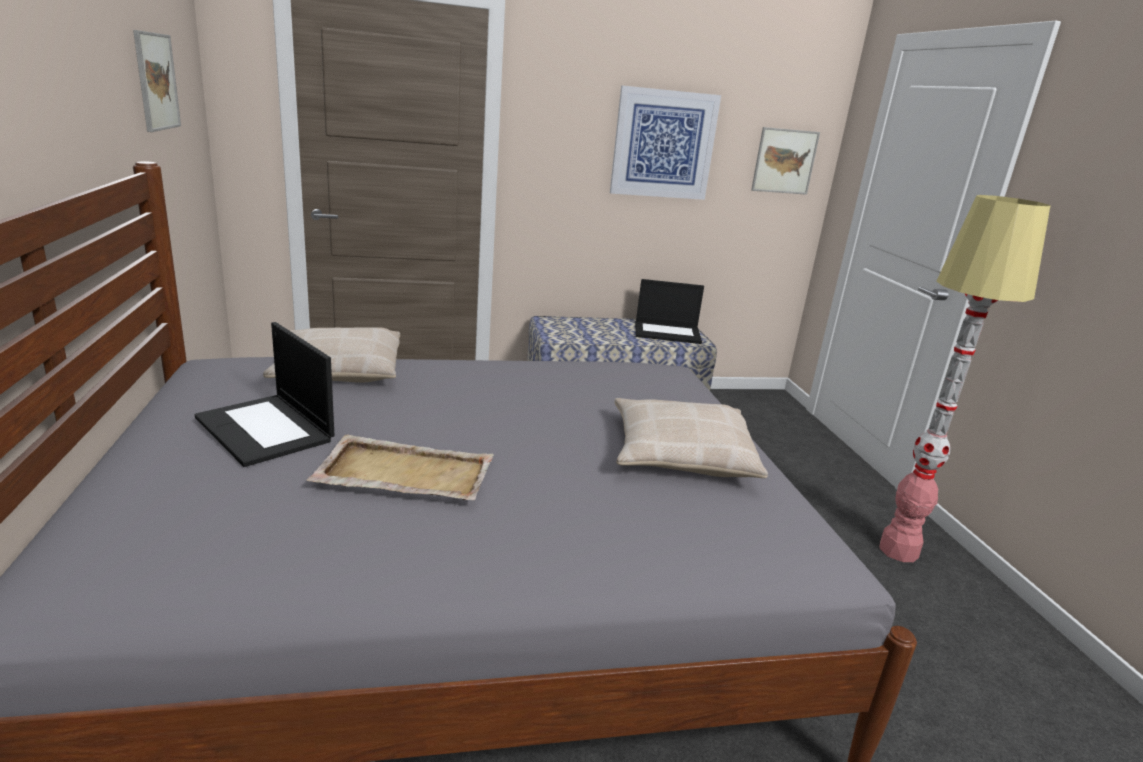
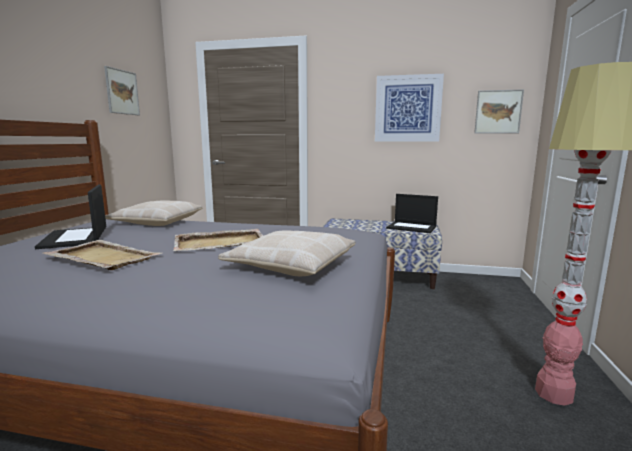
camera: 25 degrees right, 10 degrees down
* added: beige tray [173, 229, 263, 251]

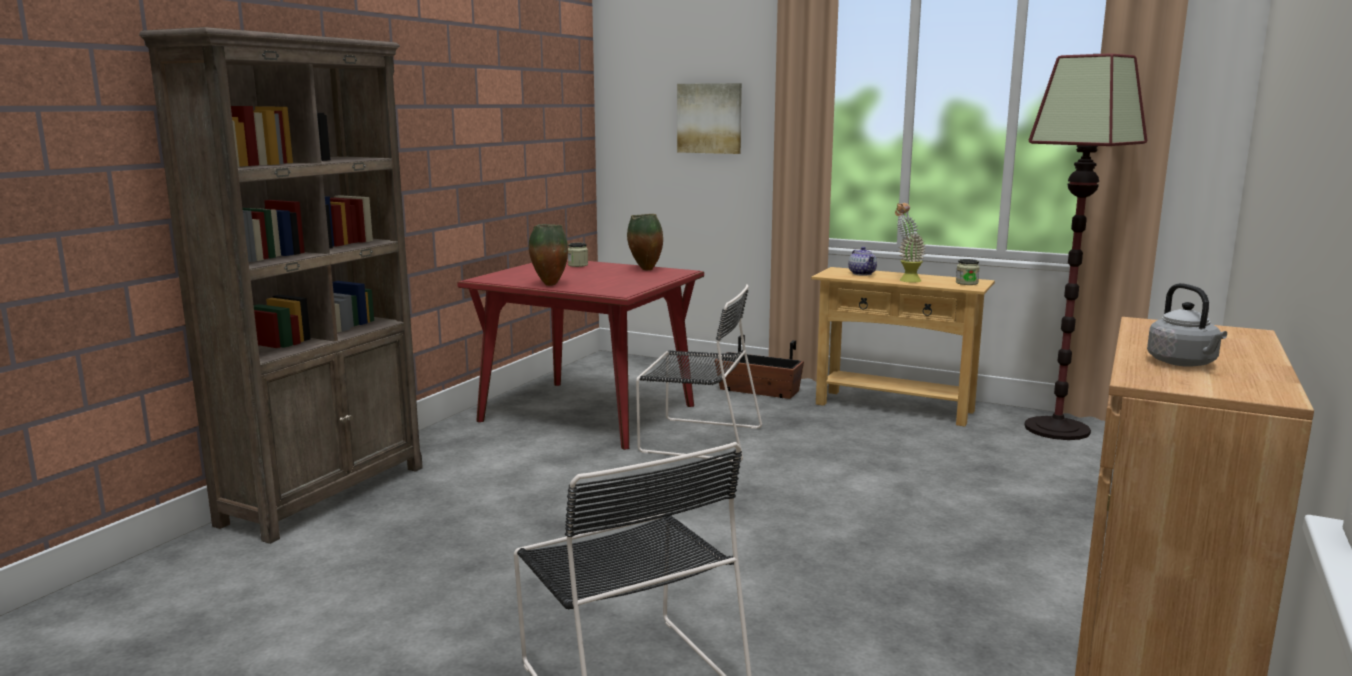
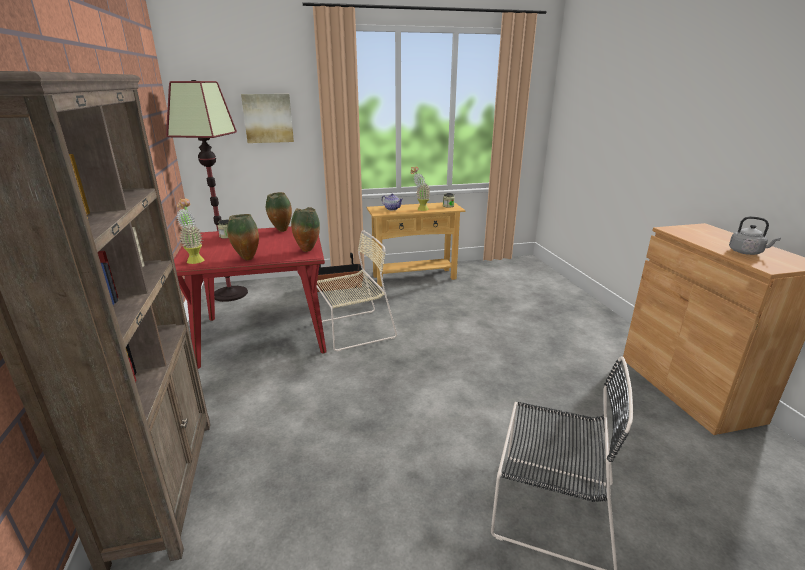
camera: 40 degrees left, 10 degrees up
* moved: floor lamp [1024, 53, 1147, 440] to [166, 80, 248, 302]
* added: potted plant [177, 198, 205, 264]
* added: vase [291, 207, 320, 252]
* recoloured: black chair [636, 284, 762, 462] to beige chair [316, 230, 397, 352]

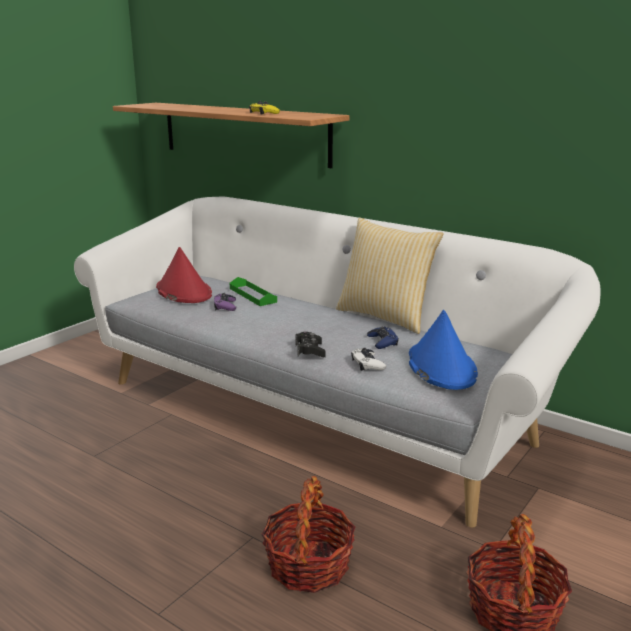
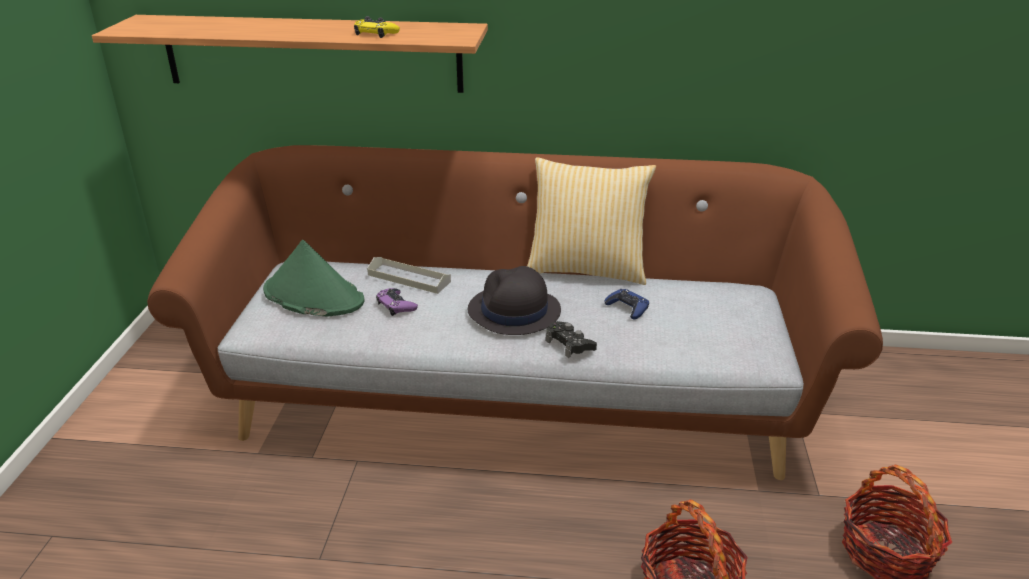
camera: 30 degrees left, 10 degrees up
* recoloured: white sofa [74, 197, 600, 528] to brown sofa [147, 145, 883, 480]
* recoloured: red hat [156, 247, 212, 303] to green hat [263, 240, 365, 316]
* recoloured: green tray [230, 277, 277, 306] to grey tray [367, 257, 451, 294]
* added: black hat [468, 266, 561, 335]
* removed: white game controller [351, 348, 386, 371]
* removed: blue hat [409, 310, 478, 390]

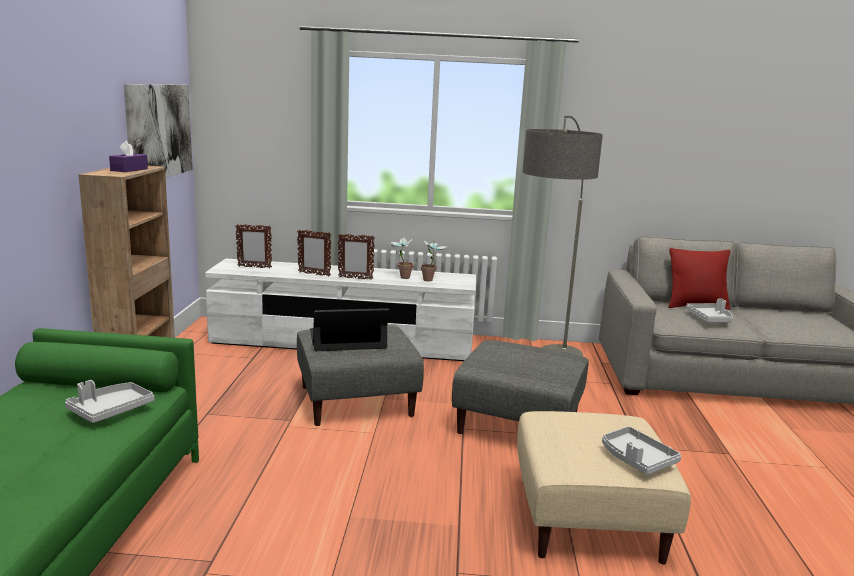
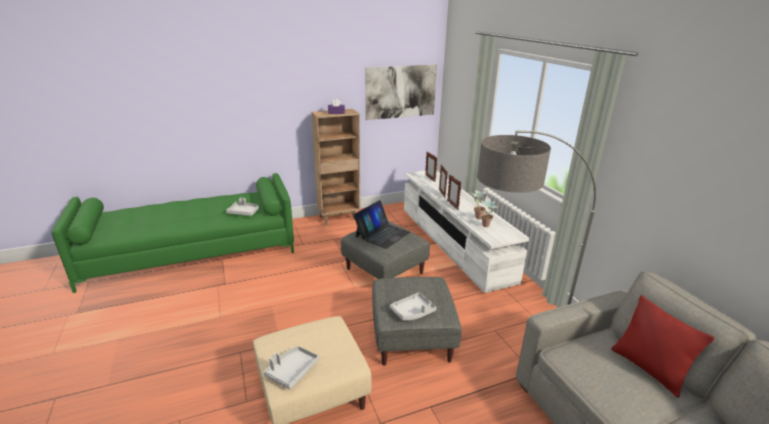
camera: 65 degrees right, 10 degrees up
* turned: laptop [310, 308, 389, 351] = [353, 200, 410, 249] 75 degrees clockwise
* moved: grey tray [686, 298, 733, 323] to [390, 292, 436, 321]

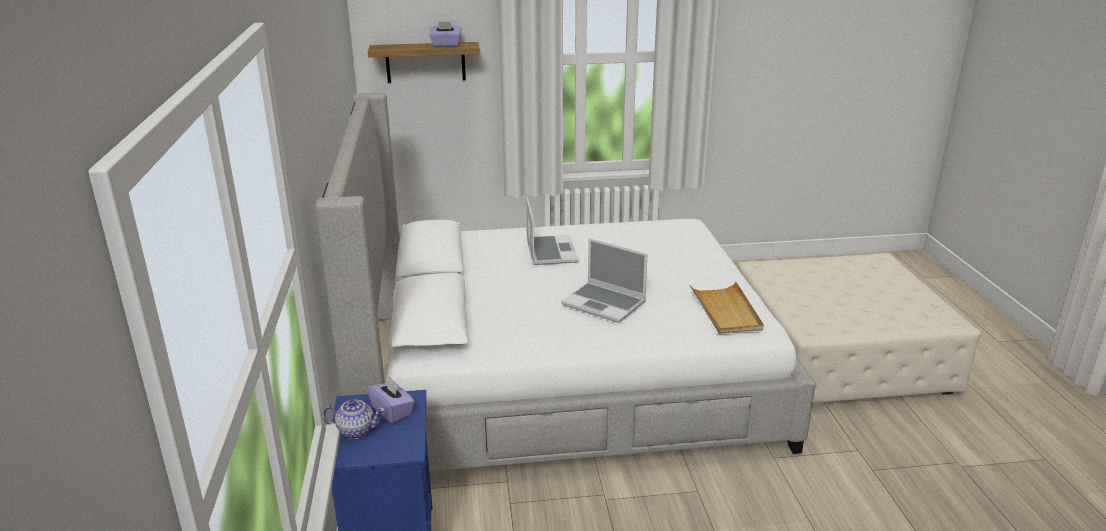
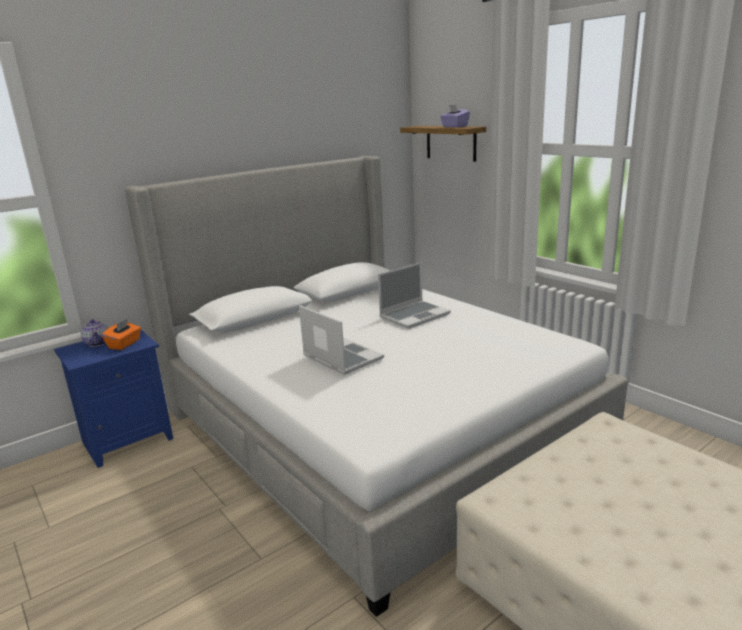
camera: 60 degrees right, 5 degrees down
* recoloured: purple tissue box [367, 376, 415, 424] to orange tissue box [102, 319, 141, 350]
* turned: laptop [561, 238, 648, 323] = [299, 305, 384, 375] 135 degrees clockwise
* removed: beige tray [690, 282, 764, 334]

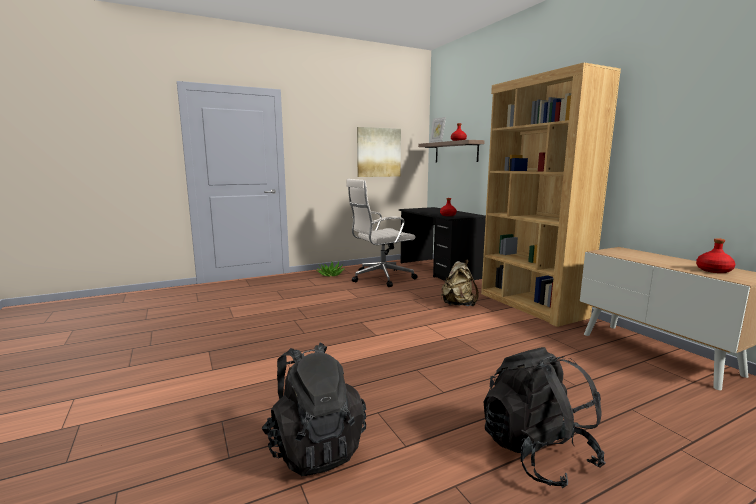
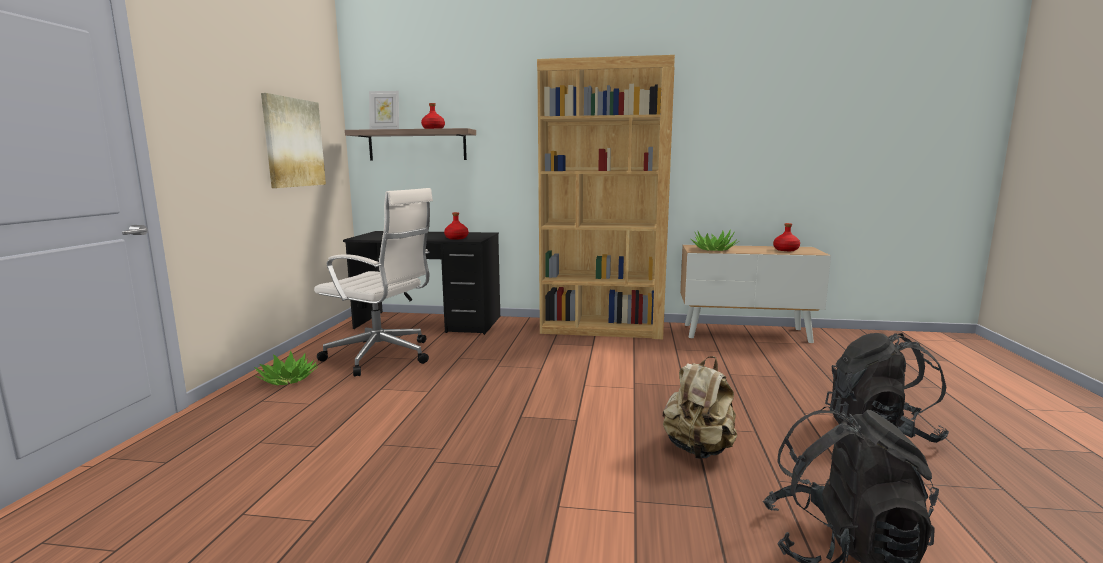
camera: 55 degrees left, 0 degrees up
* turned: white office chair [346, 179, 418, 287] = [314, 188, 433, 377] 75 degrees counterclockwise
* moved: beige backpack [441, 260, 479, 306] to [663, 356, 737, 459]
* added: potted plant [690, 229, 739, 251]

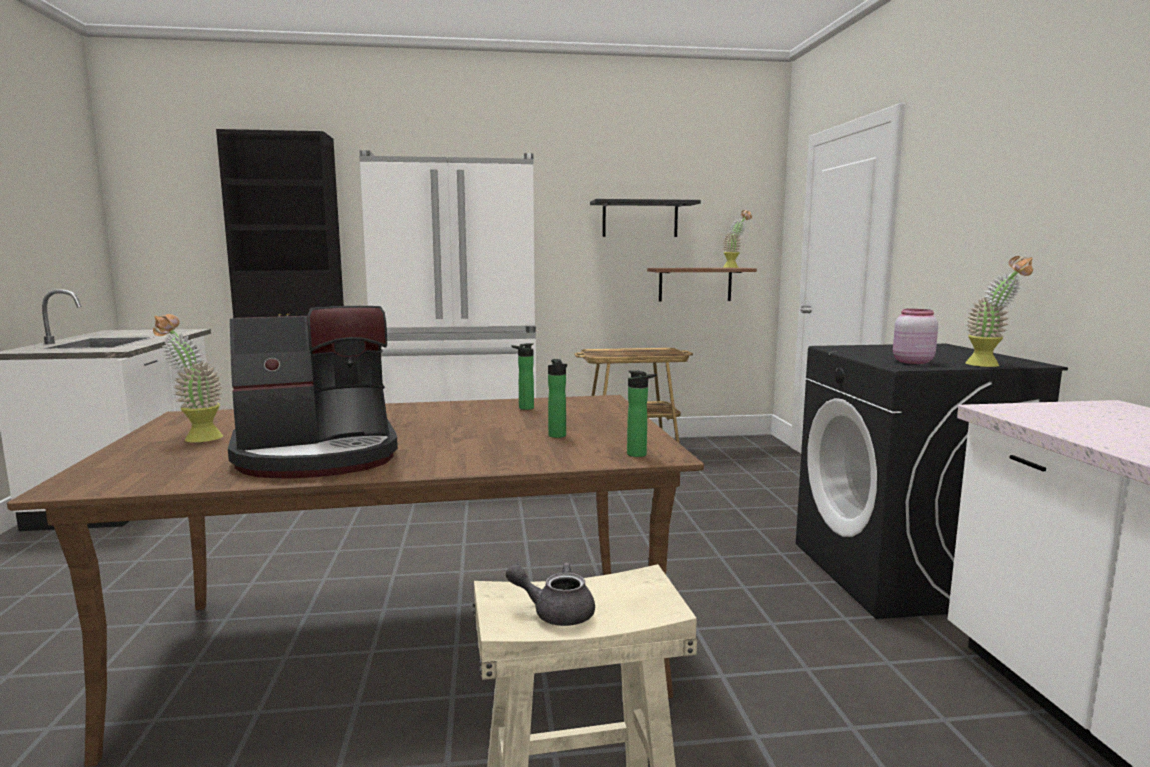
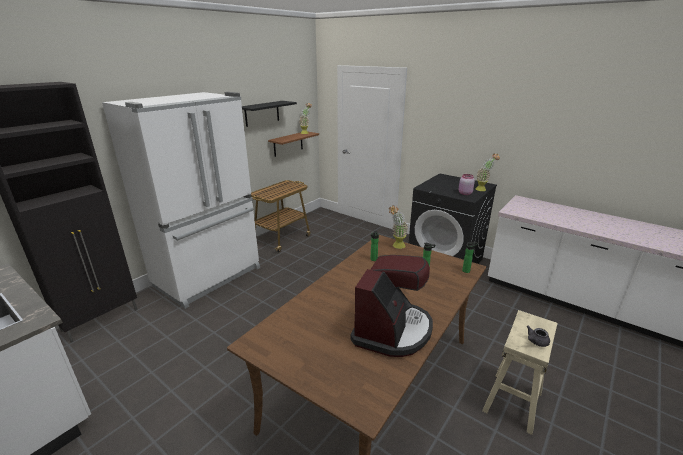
camera: 45 degrees left, 15 degrees up
* moved: potted plant [153, 314, 223, 443] to [389, 205, 408, 249]

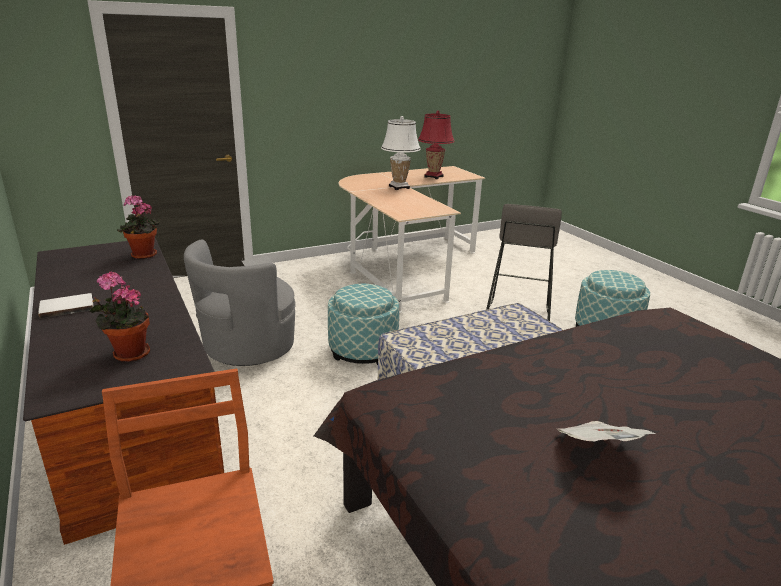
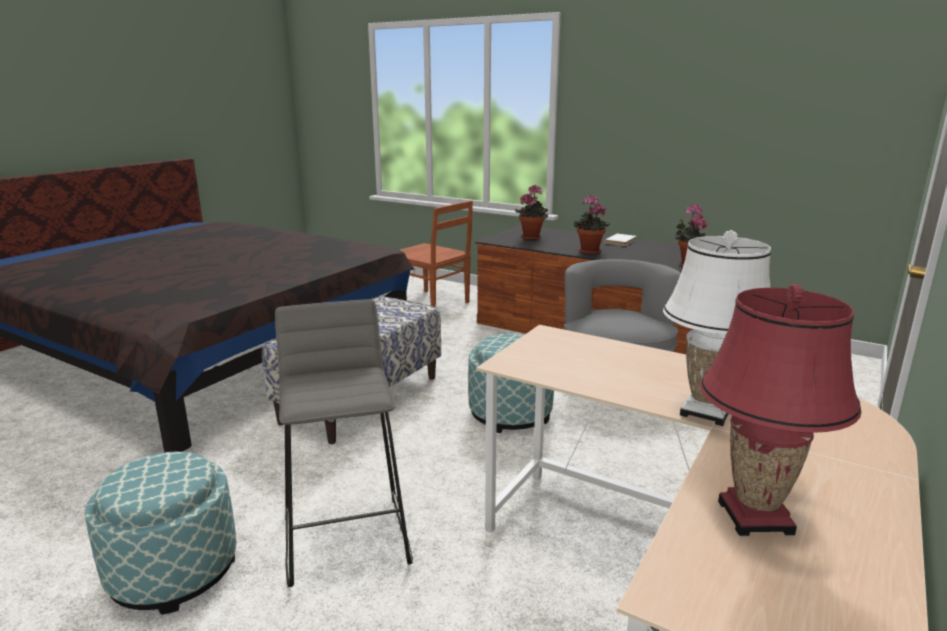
camera: 150 degrees right, 5 degrees down
* added: potted plant [574, 195, 611, 255]
* removed: newspaper [559, 421, 656, 441]

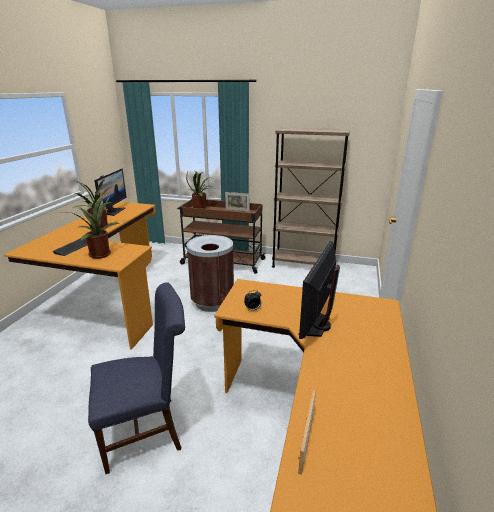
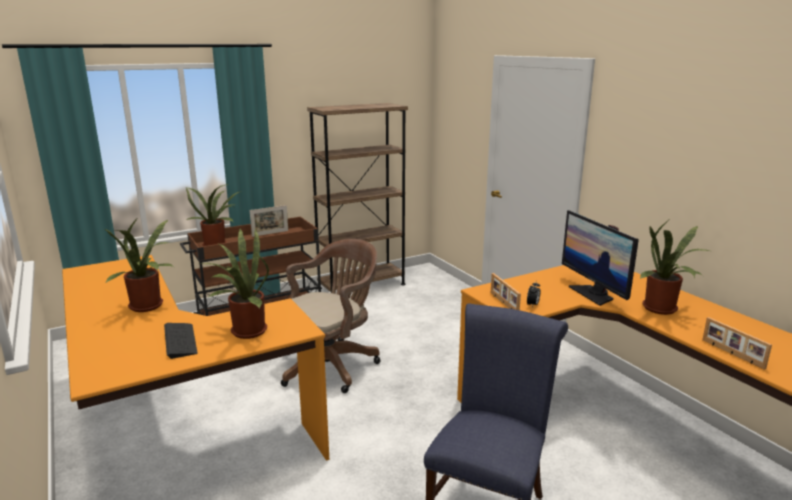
camera: 45 degrees left, 5 degrees down
* replaced: brown trash can [187, 235, 234, 312] to brown office chair [281, 239, 381, 393]
* added: picture frame [491, 273, 521, 310]
* added: potted plant [639, 220, 710, 315]
* removed: monitor [94, 169, 127, 216]

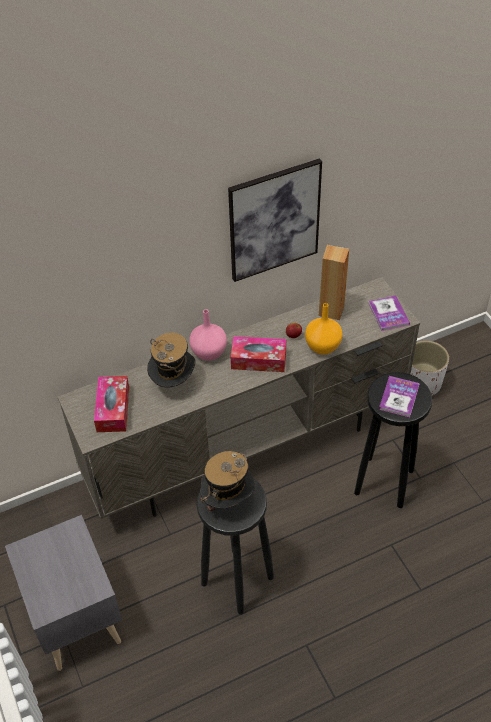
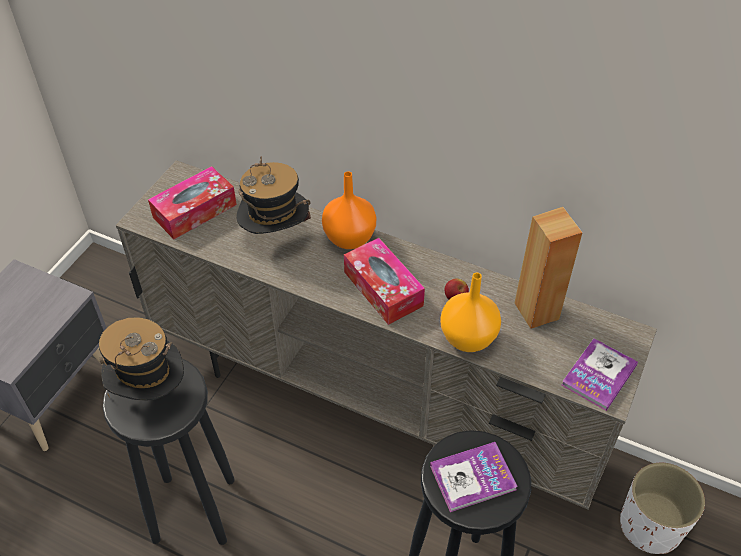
camera: 50 degrees right, 0 degrees up
* recoloured: pink vase [189, 309, 227, 361] to orange vase [322, 171, 376, 249]
* removed: picture [228, 158, 322, 282]

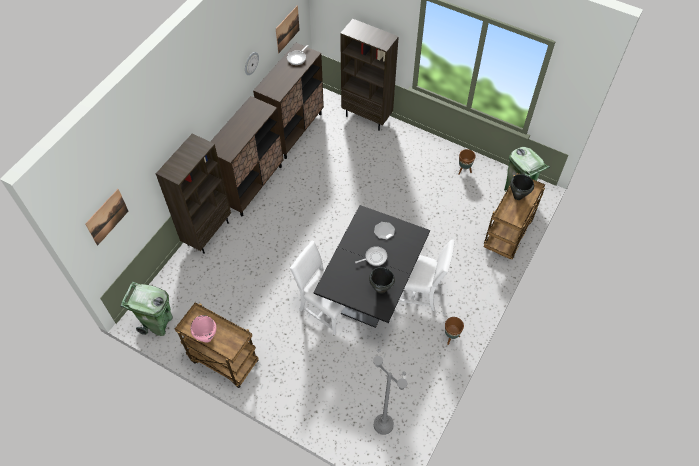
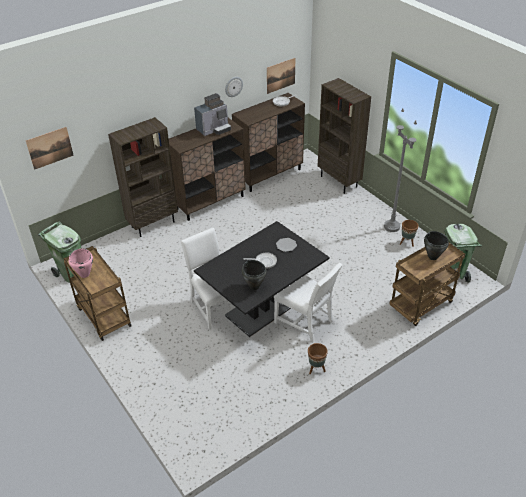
camera: 25 degrees right, 15 degrees down
* added: coffee machine [194, 93, 231, 136]
* moved: grey floor lamp [373, 348, 407, 435] to [384, 108, 417, 232]

